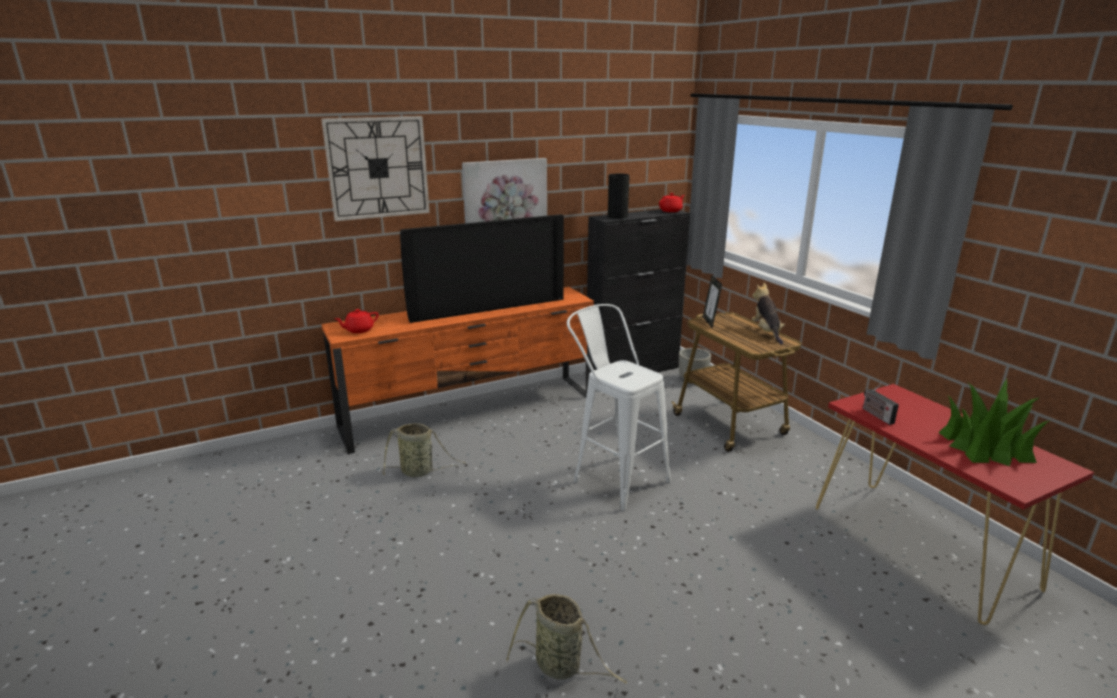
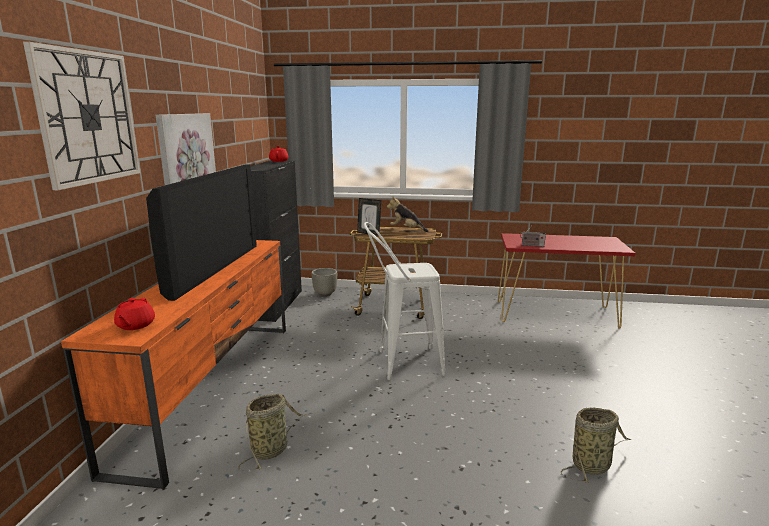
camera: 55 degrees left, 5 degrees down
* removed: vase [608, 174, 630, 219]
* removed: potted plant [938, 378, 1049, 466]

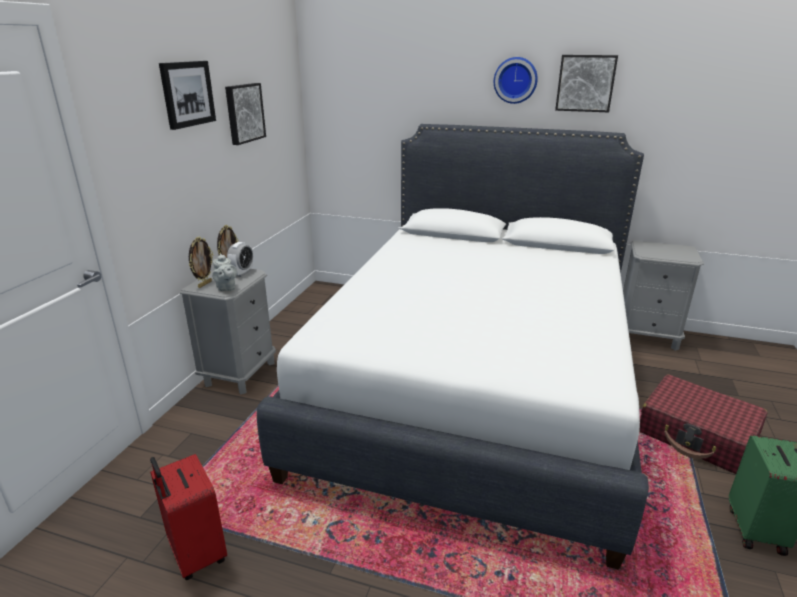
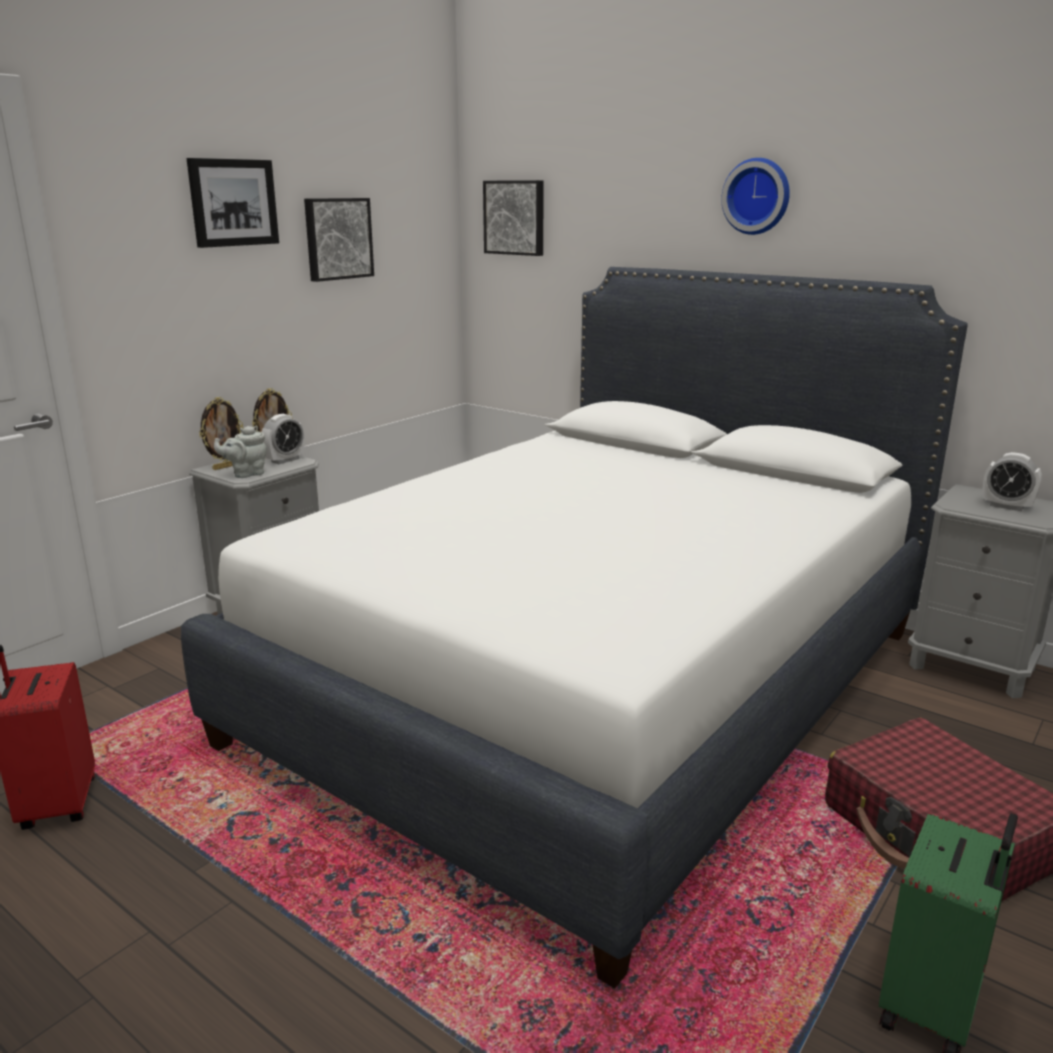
camera: 20 degrees right, 5 degrees down
* turned: grey teapot [212, 254, 237, 291] = [214, 426, 267, 478] 60 degrees clockwise
* moved: picture [555, 55, 618, 112] to [483, 180, 544, 256]
* added: alarm clock [983, 452, 1042, 511]

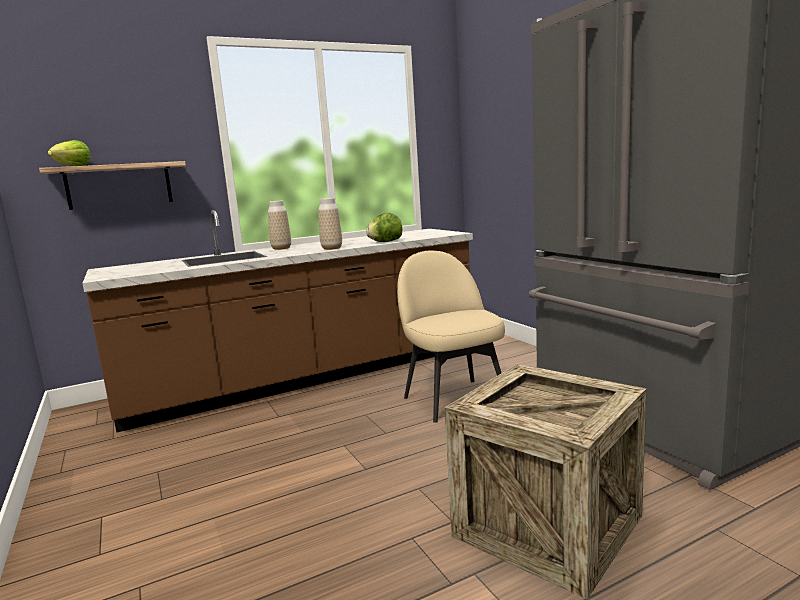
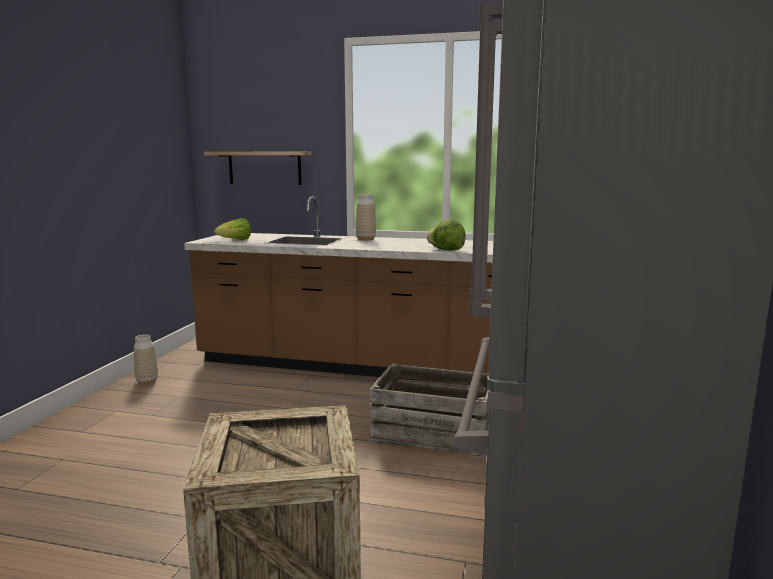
camera: 40 degrees right, 0 degrees up
* moved: vase [318, 198, 342, 250] to [134, 334, 158, 385]
* moved: lettuce [48, 140, 91, 166] to [214, 218, 251, 240]
* replaced: beige chair [397, 251, 505, 423] to crate [370, 364, 489, 460]

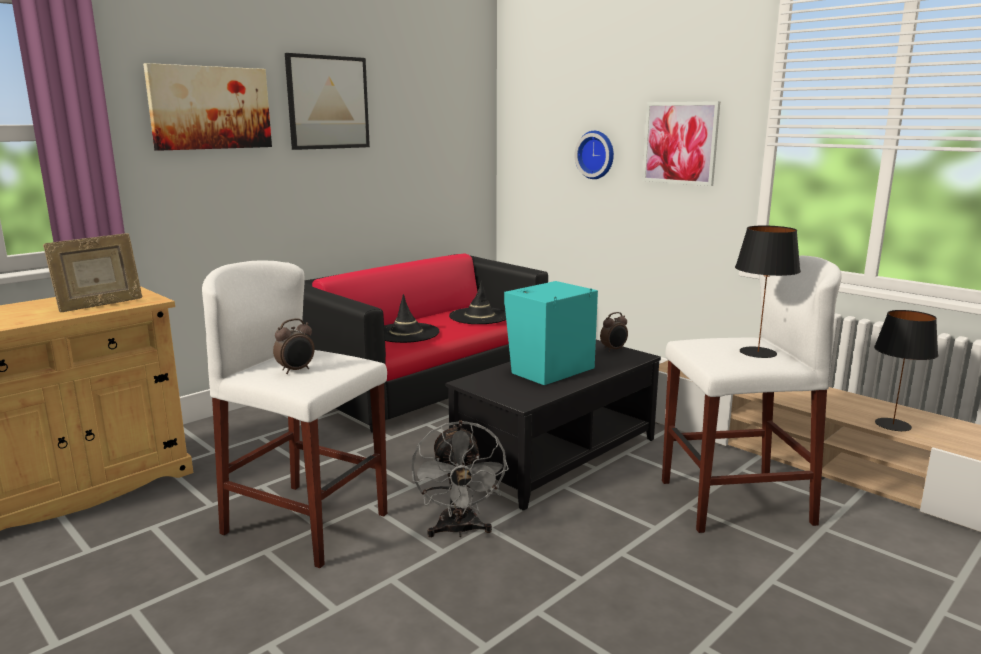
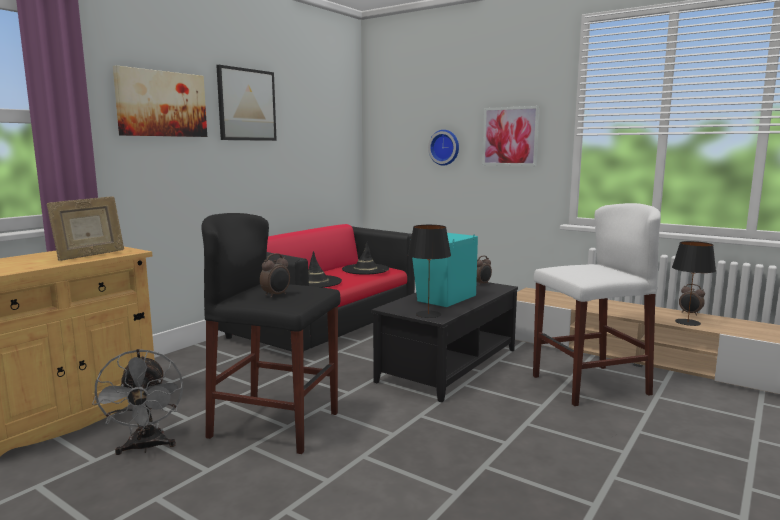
camera: 10 degrees left, 5 degrees down
* moved: grey fan [412, 420, 509, 538] to [92, 349, 183, 455]
* recoloured: white stool [202, 261, 387, 568] to black stool [201, 213, 341, 454]
* moved: black table lamp [735, 225, 801, 358] to [408, 225, 451, 318]
* added: alarm clock [679, 284, 705, 316]

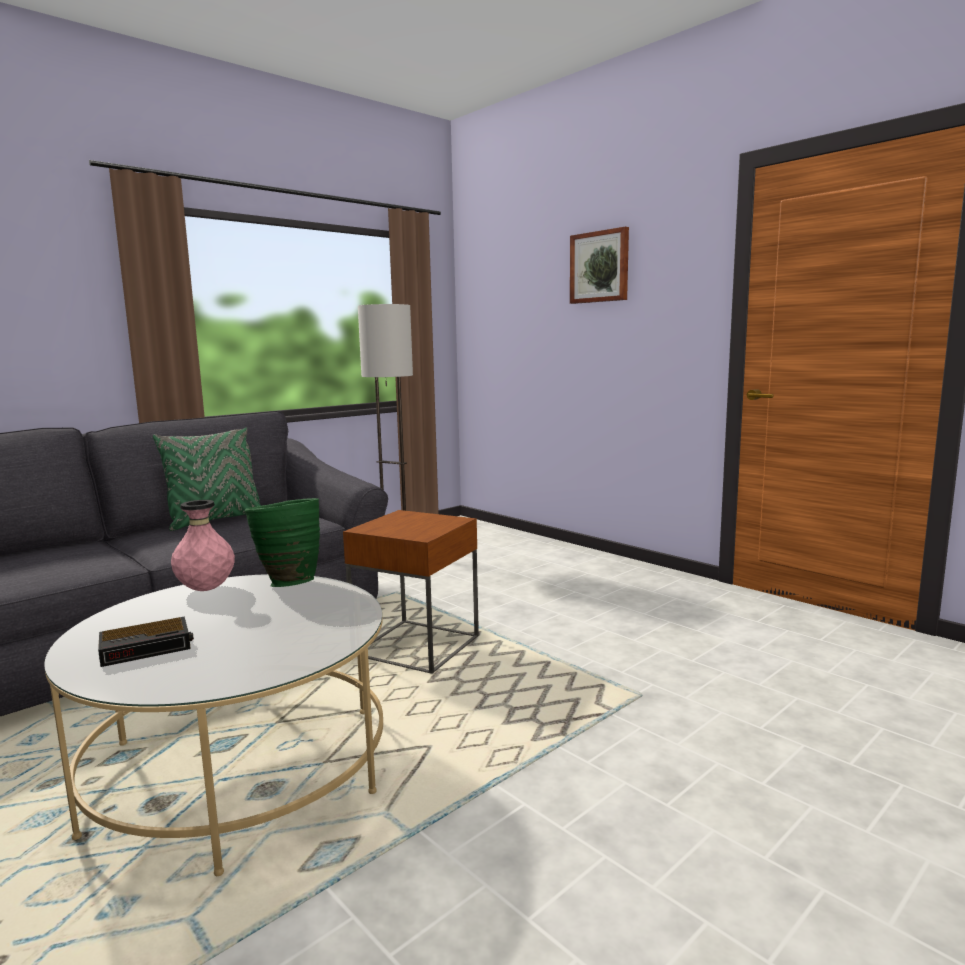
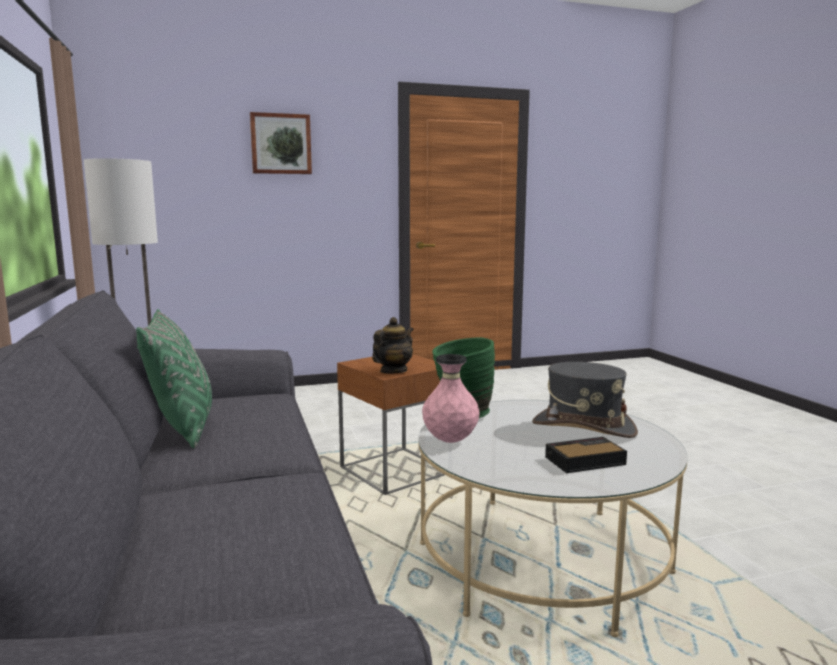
camera: 65 degrees left, 0 degrees up
* added: teapot [372, 317, 414, 374]
* added: grey hat [532, 362, 638, 438]
* turned: alarm clock [98, 616, 194, 667] = [545, 437, 627, 473] 105 degrees counterclockwise

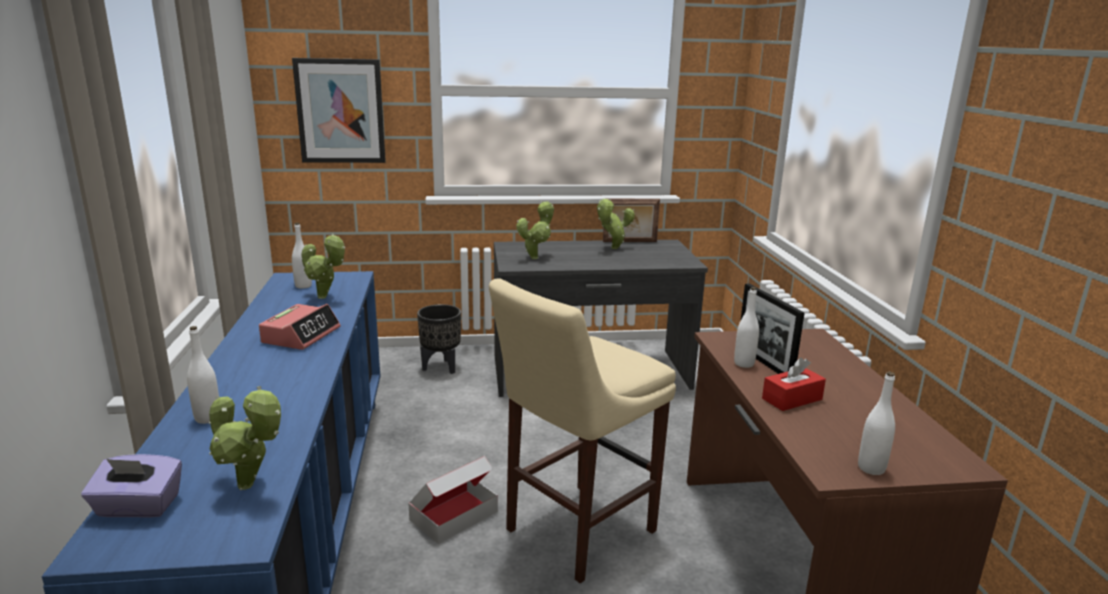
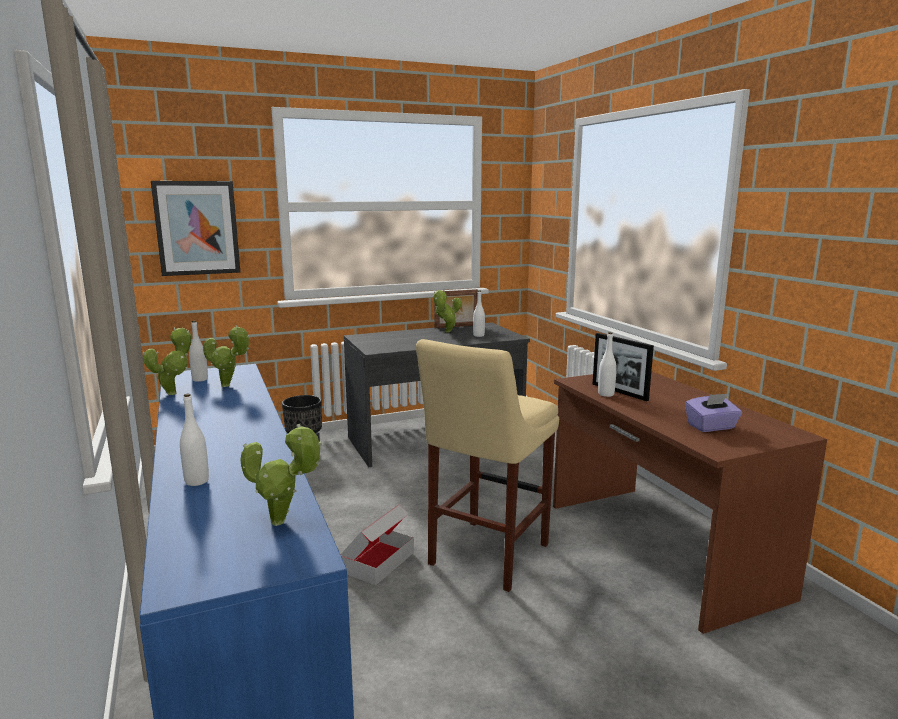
camera: 15 degrees left, 5 degrees down
* moved: potted plant [516, 201, 554, 259] to [143, 328, 191, 395]
* moved: white bottle [858, 372, 895, 475] to [473, 290, 485, 337]
* moved: purple tissue box [81, 454, 182, 518] to [685, 393, 742, 432]
* removed: alarm clock [259, 304, 341, 350]
* removed: red tissue box [762, 357, 826, 411]

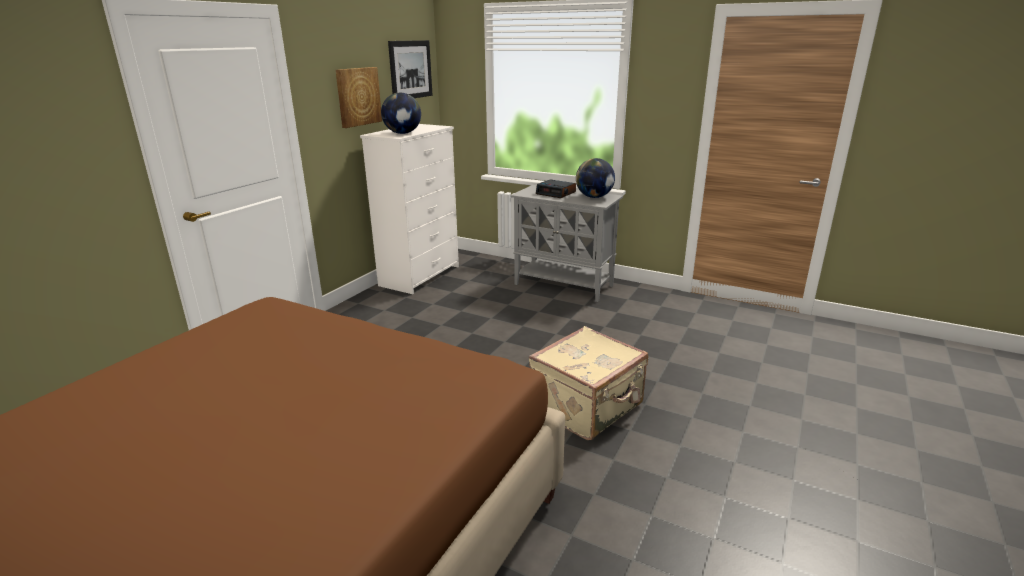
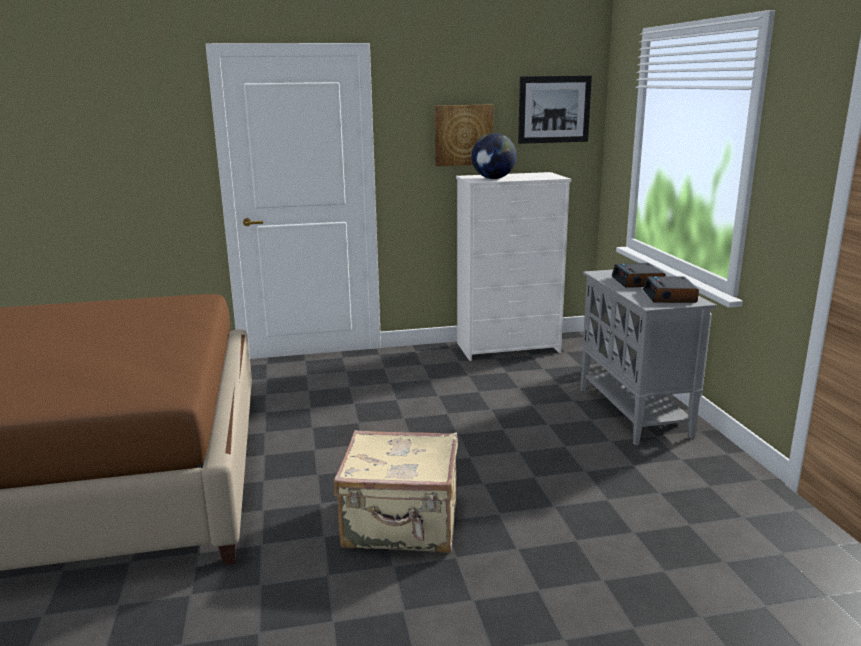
camera: 50 degrees right, 5 degrees down
* replaced: globe [576, 158, 615, 198] to alarm clock [643, 276, 699, 303]

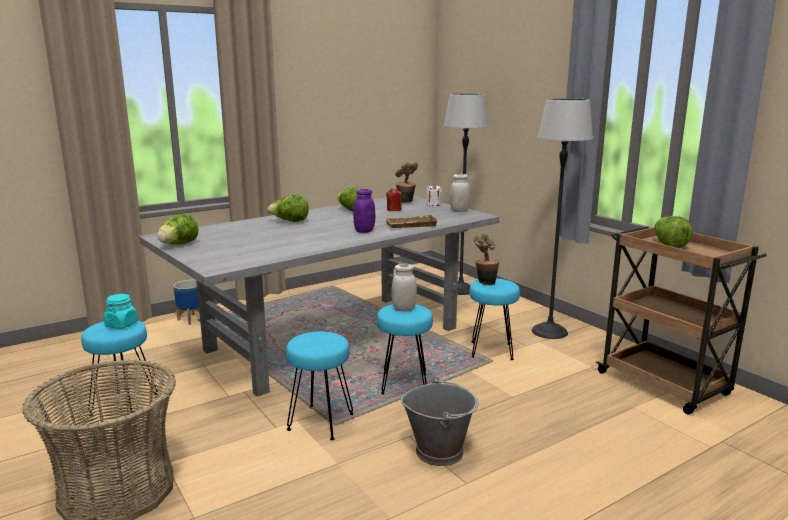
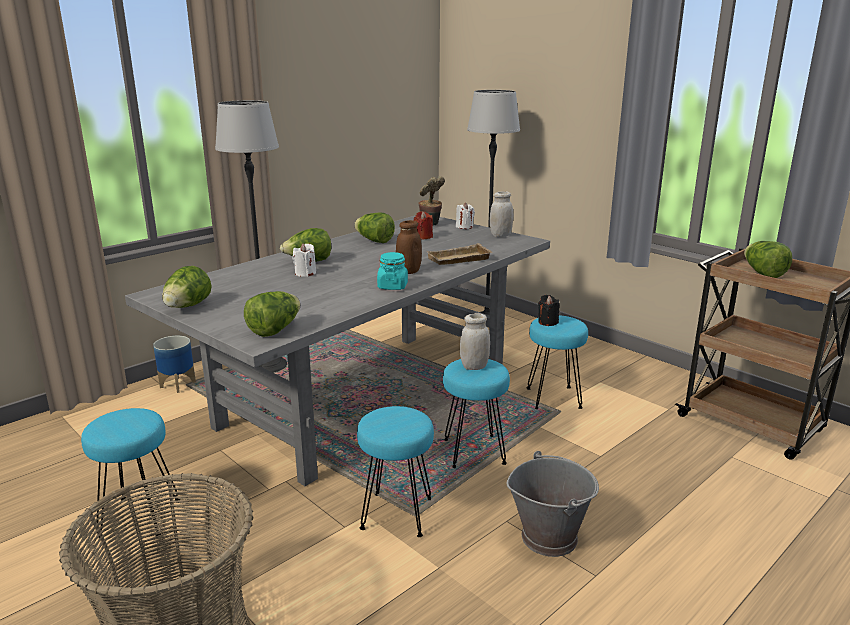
camera: 10 degrees left, 5 degrees up
* moved: floor lamp [532, 98, 593, 339] to [215, 100, 287, 373]
* added: lettuce [244, 291, 300, 337]
* added: white candle [292, 244, 316, 277]
* moved: turquoise jar [104, 294, 138, 329] to [377, 252, 408, 290]
* recoloured: purple jar [353, 189, 375, 233] to brown jar [396, 220, 422, 274]
* replaced: potted plant [474, 233, 499, 285] to black candle [538, 295, 560, 326]

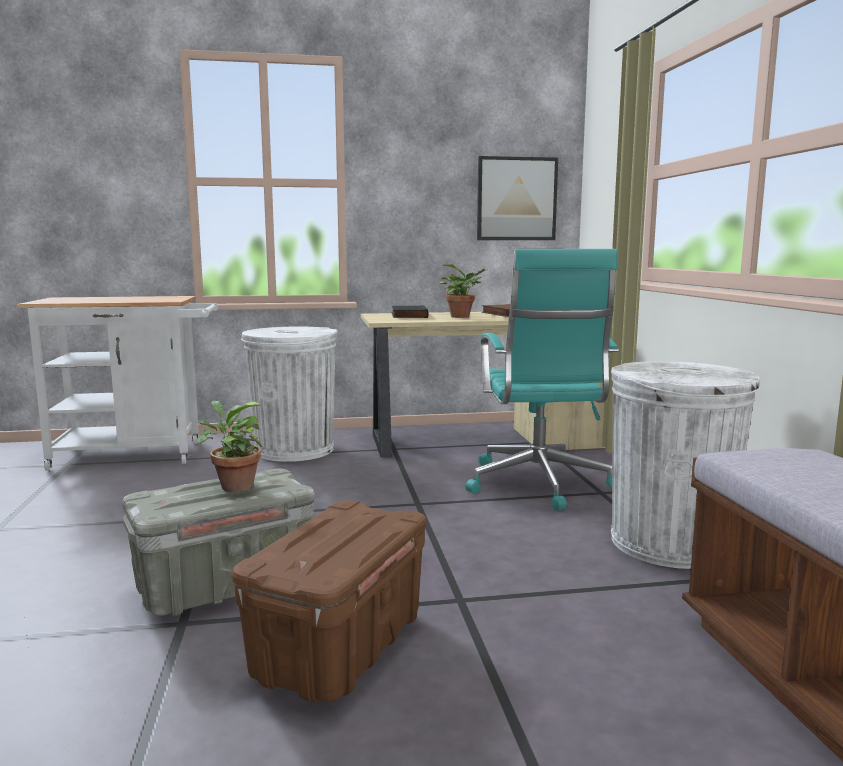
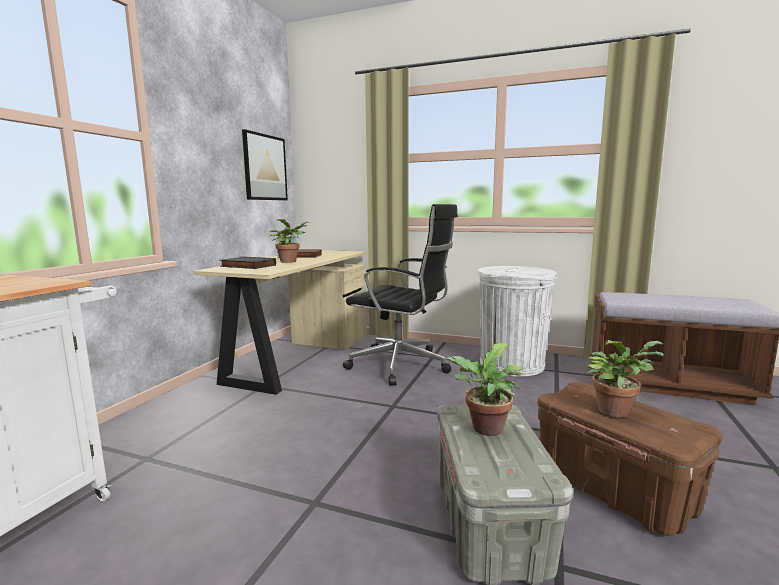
camera: 60 degrees left, 0 degrees up
* recoloured: turquoise office chair [465, 249, 619, 511] to black office chair [343, 204, 458, 386]
* added: potted plant [588, 340, 663, 418]
* removed: white trash can [241, 327, 338, 462]

